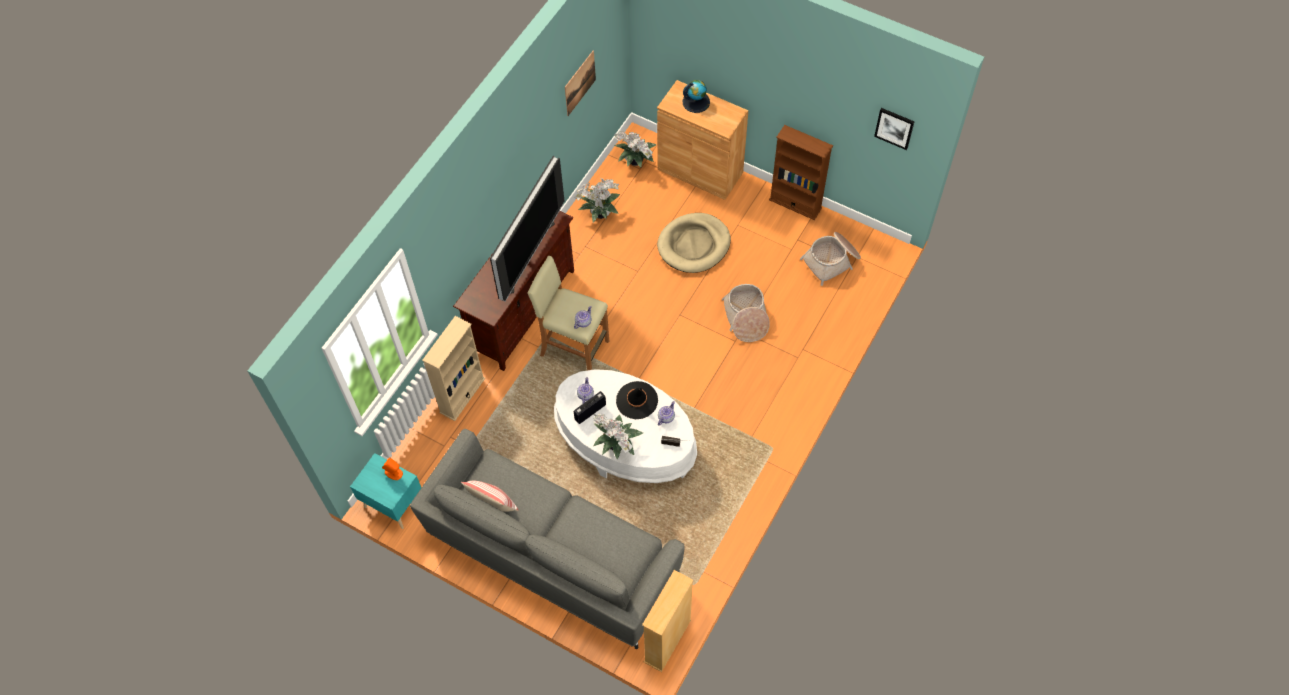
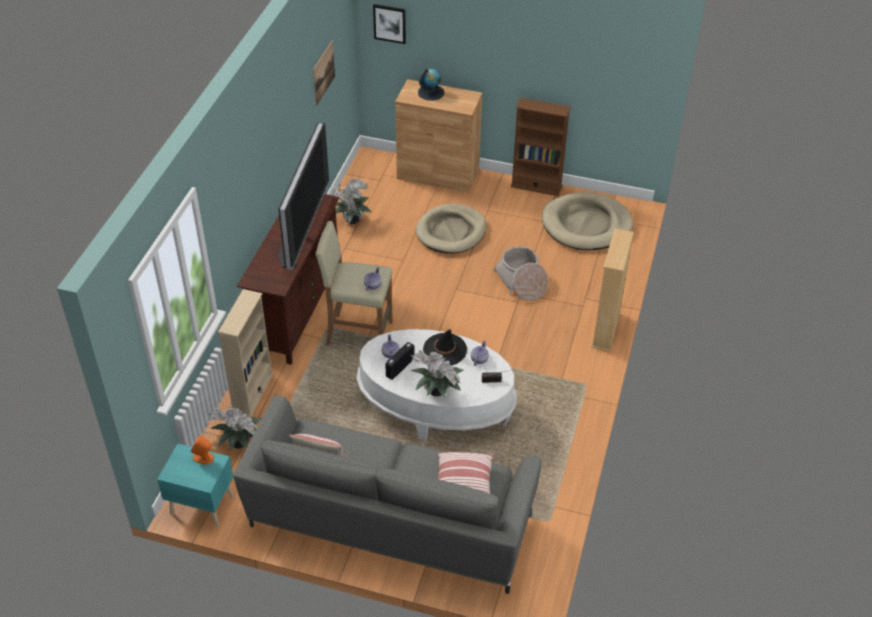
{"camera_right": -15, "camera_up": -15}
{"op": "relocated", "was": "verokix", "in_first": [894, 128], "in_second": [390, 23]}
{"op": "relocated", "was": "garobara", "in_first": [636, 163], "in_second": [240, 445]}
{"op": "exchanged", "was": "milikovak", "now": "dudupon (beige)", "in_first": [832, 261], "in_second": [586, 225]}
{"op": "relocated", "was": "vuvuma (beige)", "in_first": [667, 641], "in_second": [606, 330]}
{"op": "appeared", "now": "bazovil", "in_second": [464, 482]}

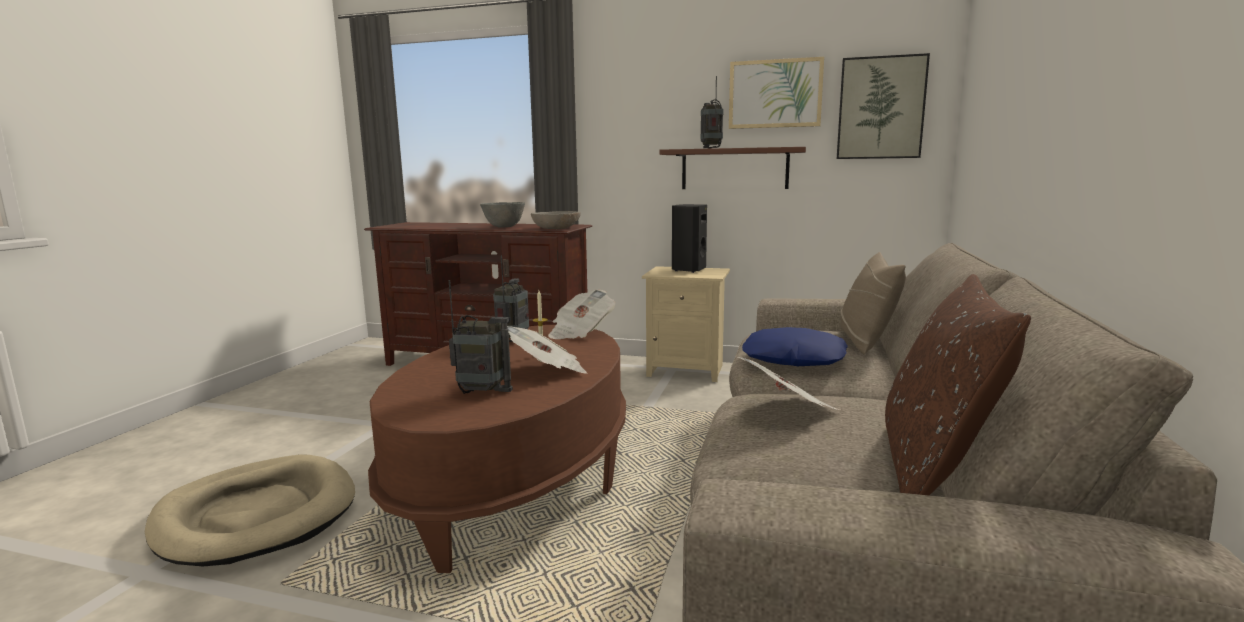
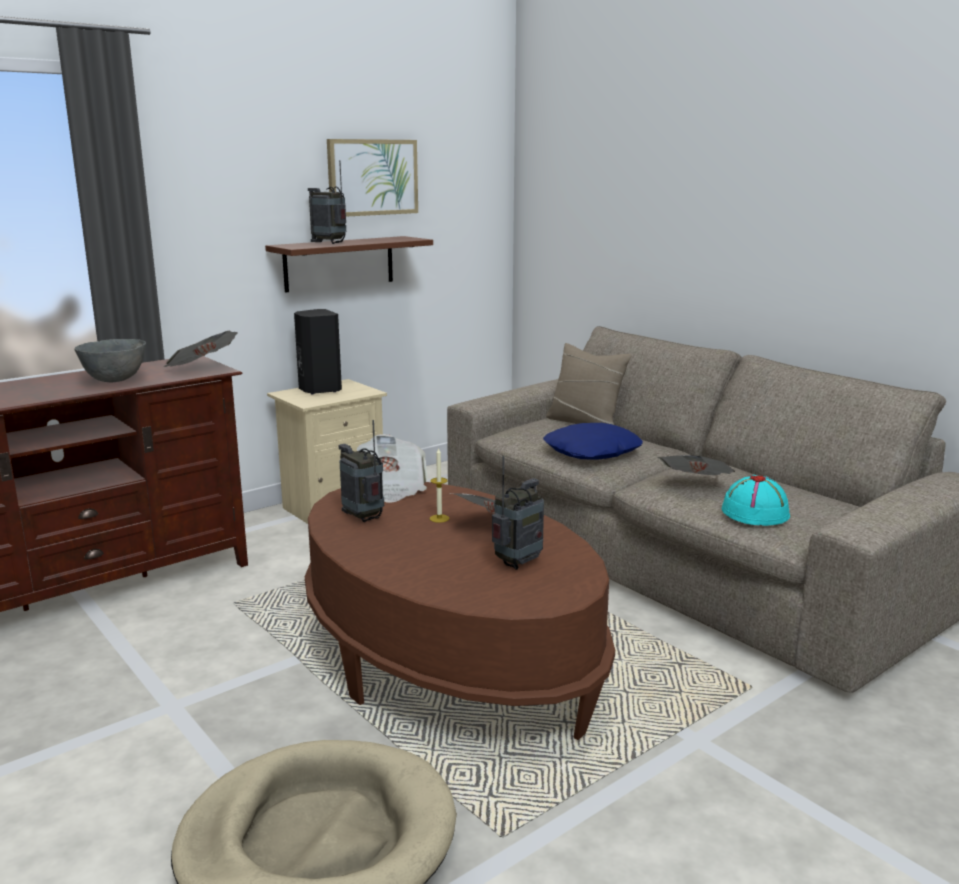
{"camera_right": -55, "camera_up": 5}
{"op": "missing", "was": "verokix", "in_first": [881, 108]}
{"op": "exchanged", "was": "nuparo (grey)", "now": "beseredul", "in_first": [556, 228], "in_second": [202, 369]}
{"op": "missing", "was": "bazovil (brown)", "in_first": [934, 471]}
{"op": "appeared", "now": "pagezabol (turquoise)", "in_second": [755, 512]}

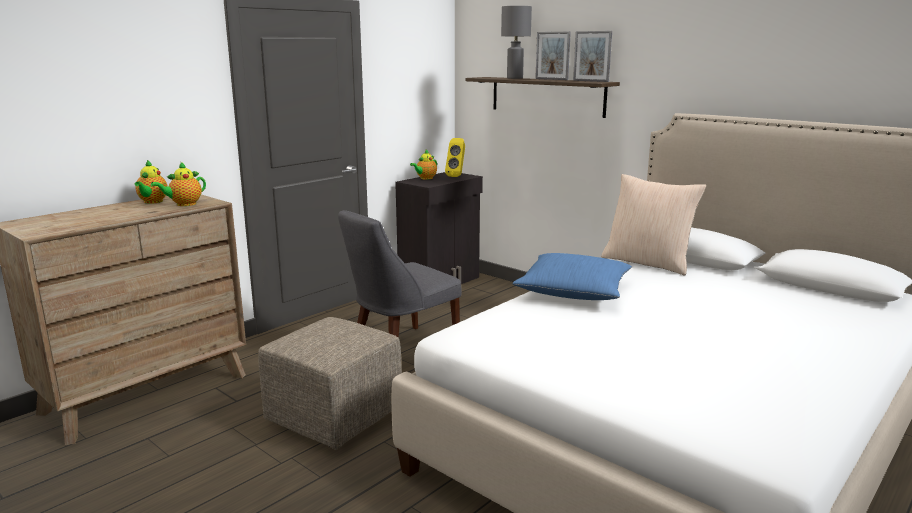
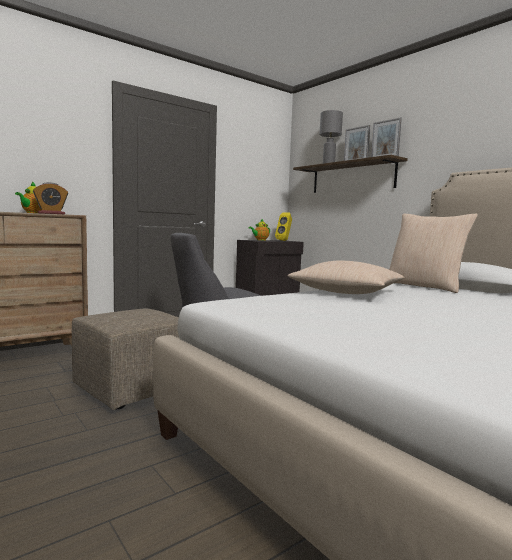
{"camera_right": 10, "camera_up": -10}
{"op": "exchanged", "was": "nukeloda", "now": "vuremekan", "in_first": [184, 204], "in_second": [51, 213]}
{"op": "colour", "was": "bazovil (blue)", "now": "bazovil (beige)", "in_first": [574, 291], "in_second": [347, 292]}

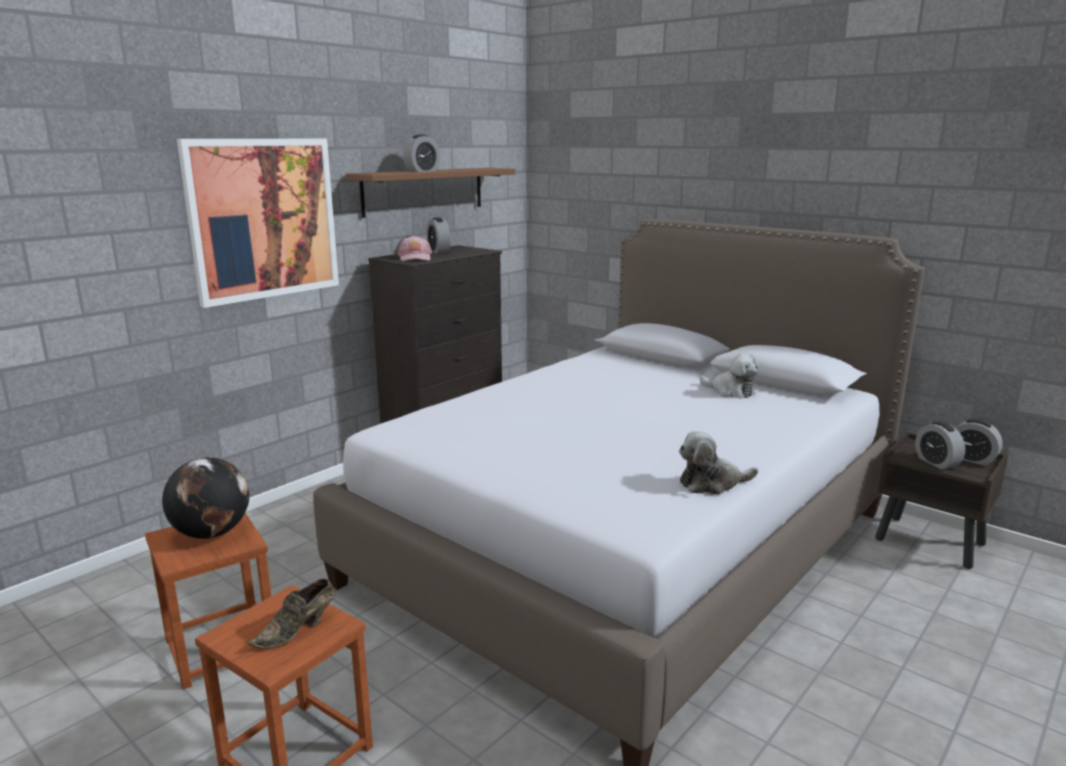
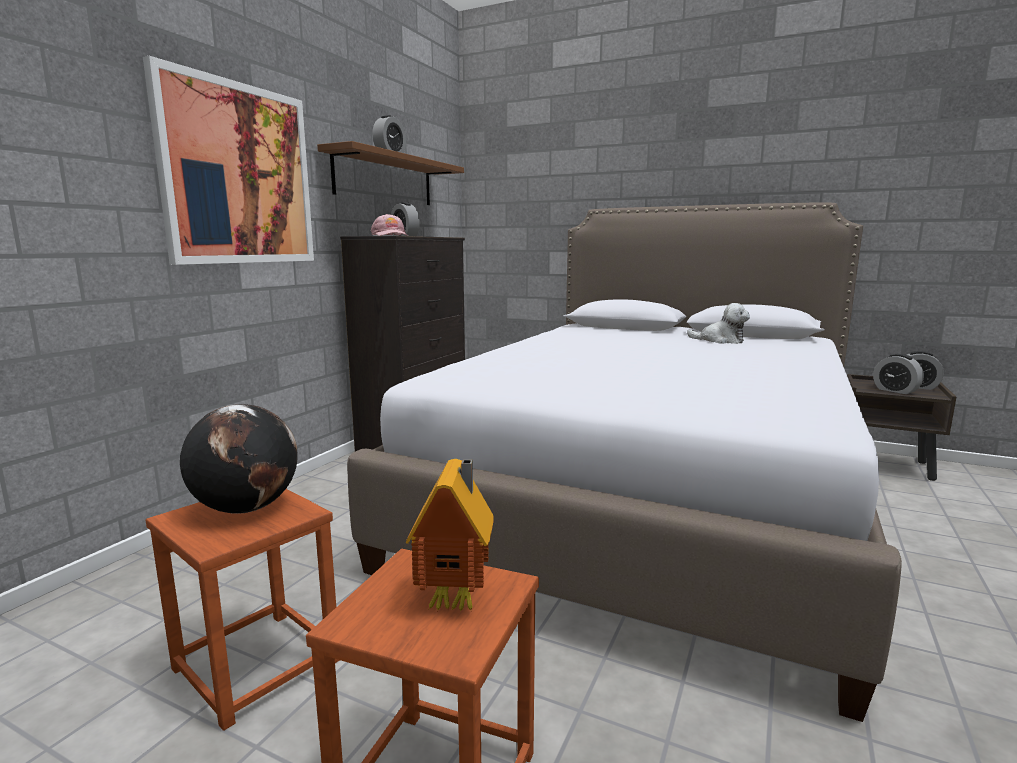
{"camera_right": -15, "camera_up": -5}
{"op": "missing", "was": "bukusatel", "in_first": [712, 483]}
{"op": "exchanged", "was": "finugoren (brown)", "now": "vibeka", "in_first": [298, 630], "in_second": [457, 599]}

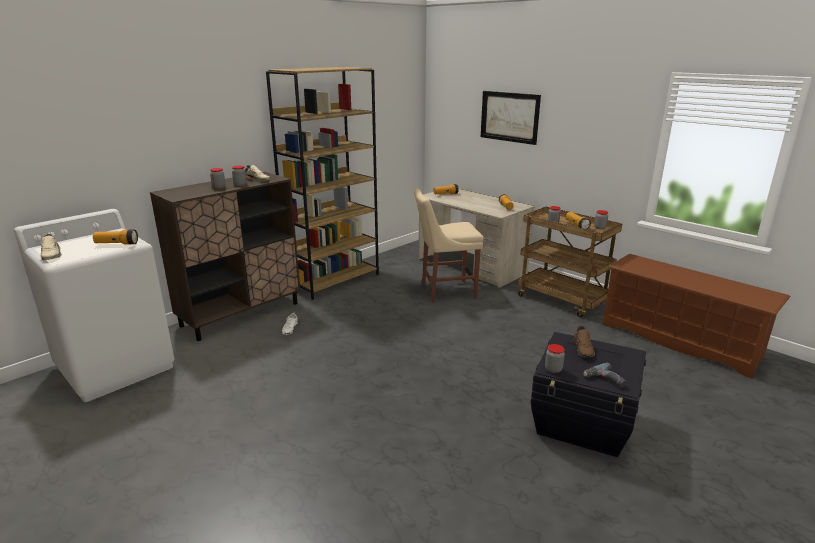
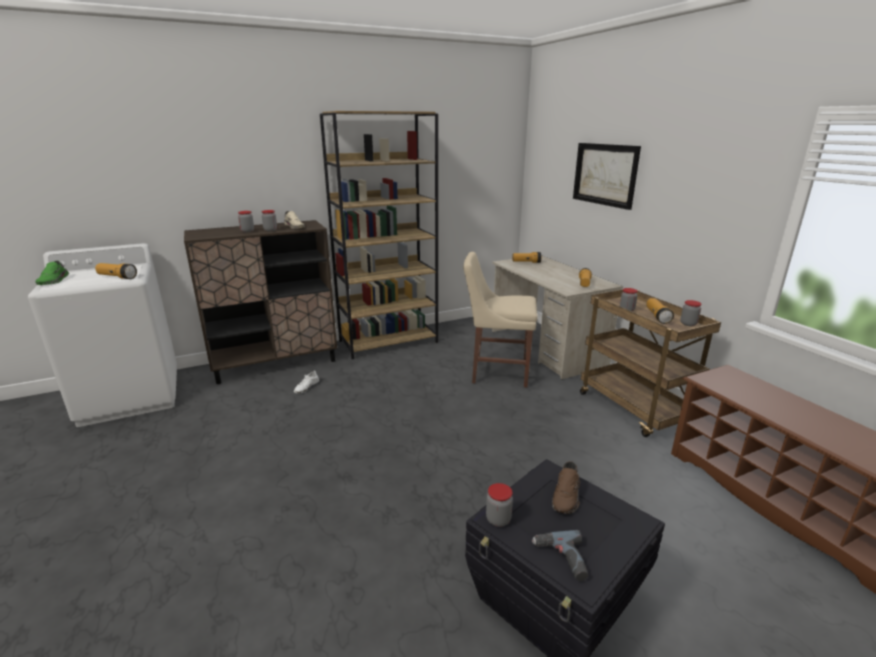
{"camera_right": 20, "camera_up": 0}
{"op": "colour", "was": "finugoren (beige)", "now": "finugoren (green)", "in_first": [52, 255], "in_second": [55, 281]}

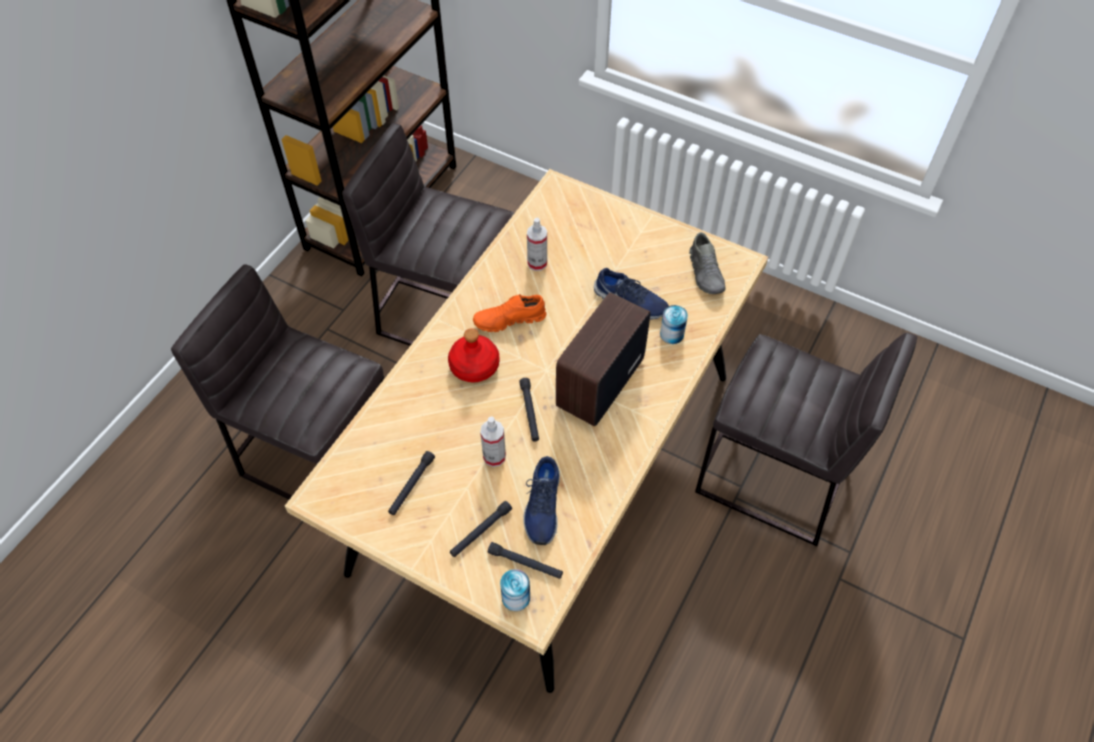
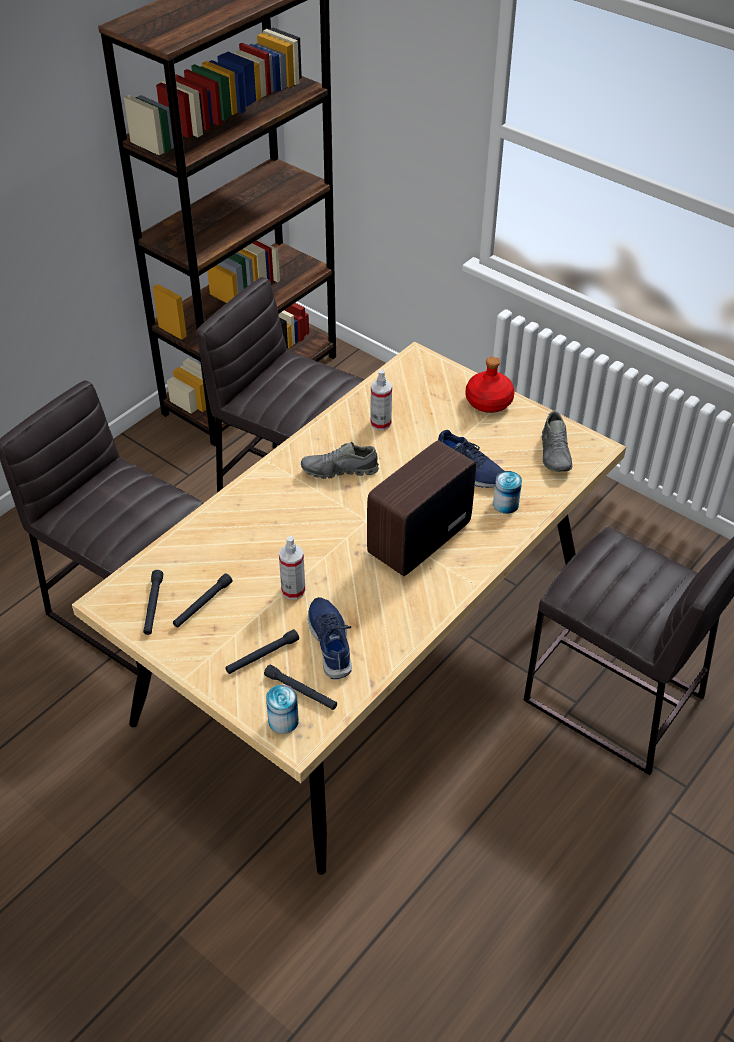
{"camera_right": 10, "camera_up": -10}
{"op": "colour", "was": "finugoren (orange)", "now": "finugoren (grey)", "in_first": [509, 320], "in_second": [339, 470]}
{"op": "relocated", "was": "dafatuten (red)", "in_first": [474, 366], "in_second": [488, 401]}
{"op": "relocated", "was": "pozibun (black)", "in_first": [530, 412], "in_second": [153, 606]}
{"op": "spun", "was": "finugoren (blue)", "in_first": [542, 506], "in_second": [331, 642], "clockwise": 150}

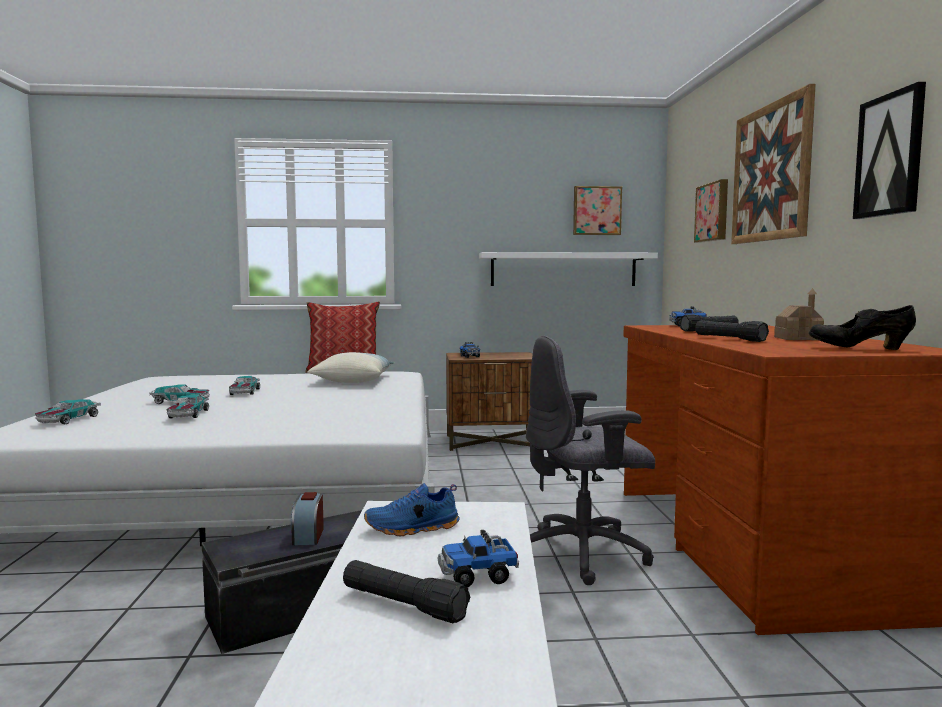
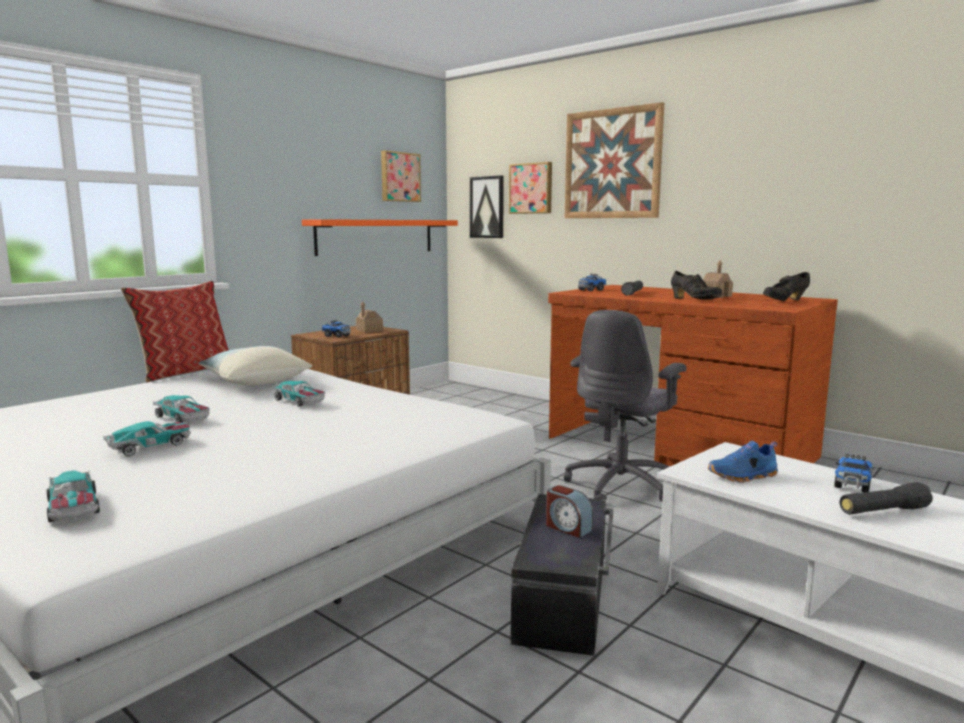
{"camera_right": -45, "camera_up": 5}
{"op": "relocated", "was": "verokix", "in_first": [890, 155], "in_second": [487, 207]}
{"op": "colour", "was": "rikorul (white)", "now": "rikorul (orange)", "in_first": [563, 269], "in_second": [376, 236]}
{"op": "exchanged", "was": "pozibun (black)", "now": "finugoren (black)", "in_first": [729, 339], "in_second": [694, 300]}
{"op": "relocated", "was": "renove", "in_first": [188, 414], "in_second": [299, 401]}
{"op": "spun", "was": "finugoren (blue)", "in_first": [413, 528], "in_second": [743, 476], "clockwise": 45}
{"op": "appeared", "now": "vibeka", "in_second": [369, 330]}

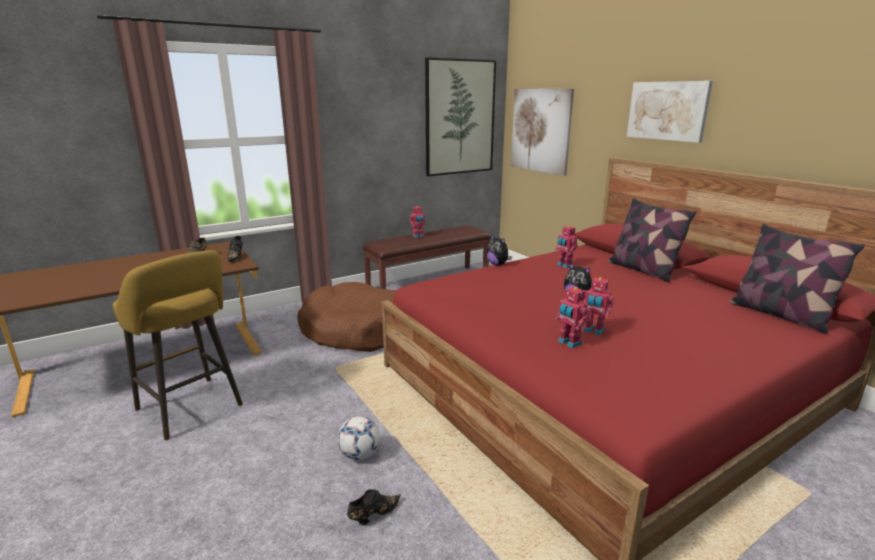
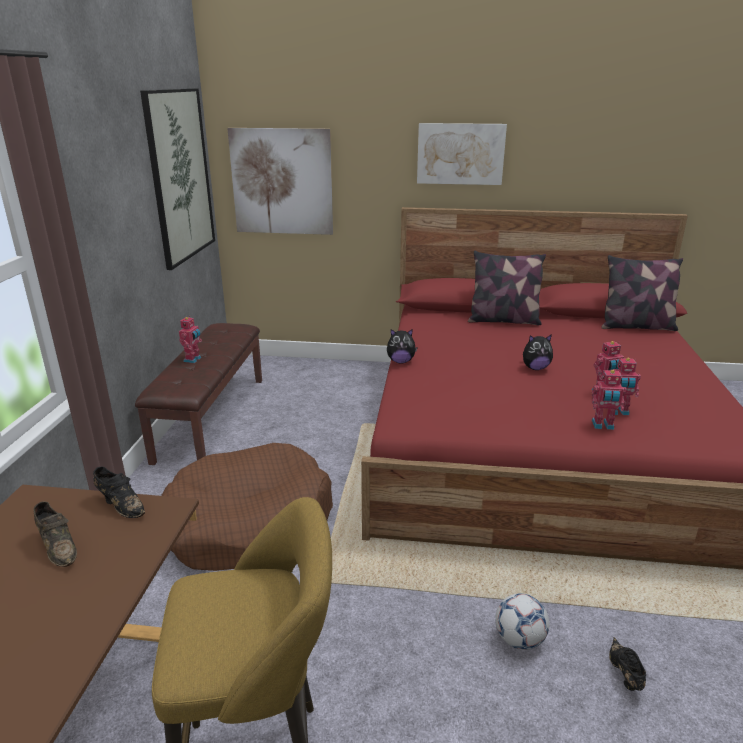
{"camera_right": -50, "camera_up": 5}
{"op": "relocated", "was": "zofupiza", "in_first": [564, 265], "in_second": [603, 425]}

